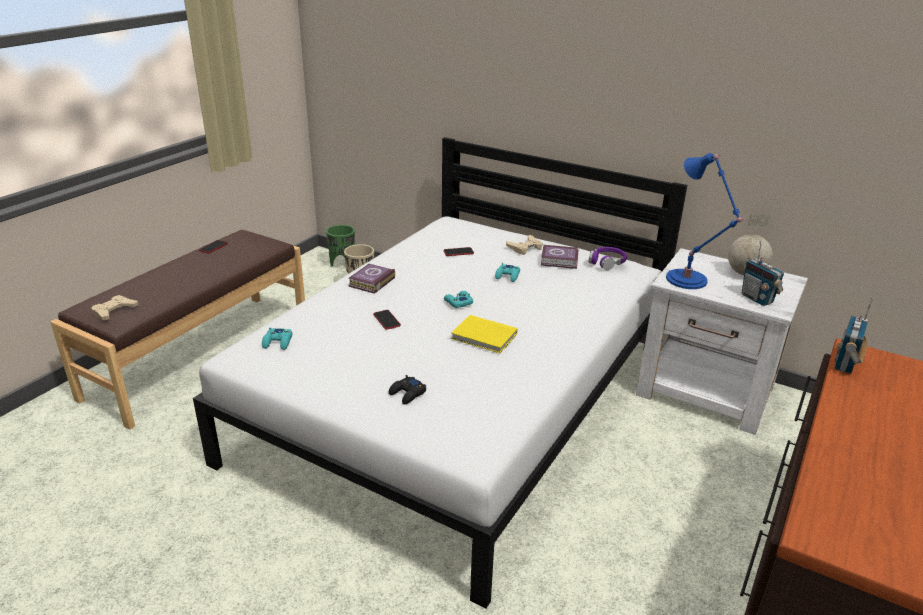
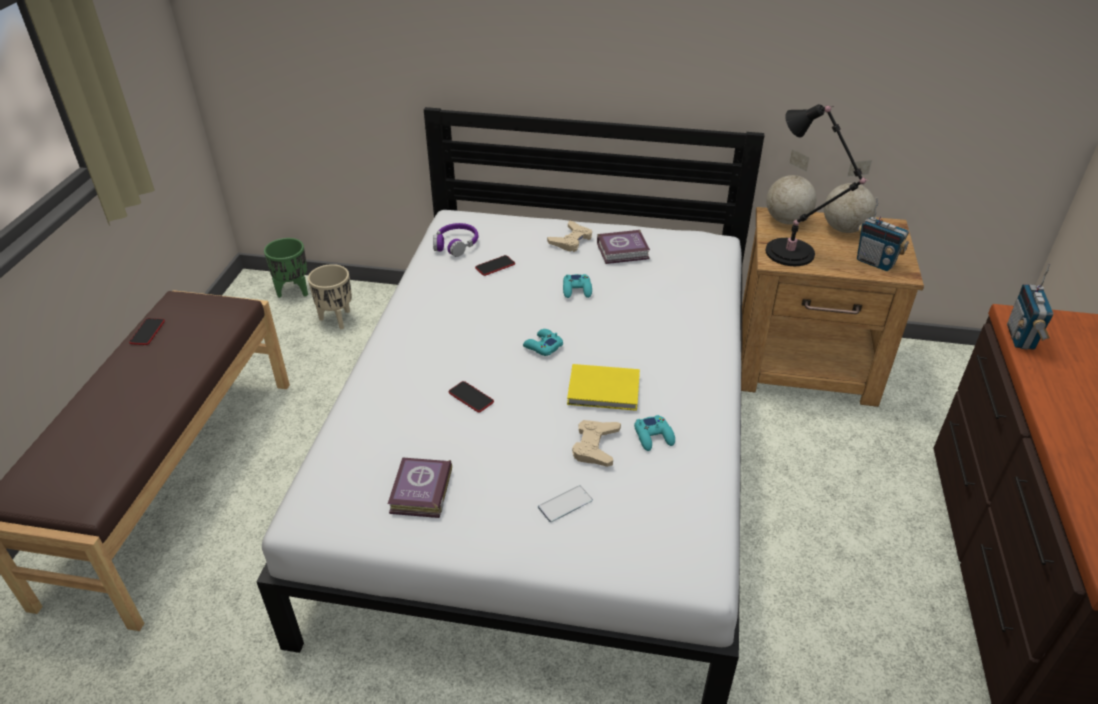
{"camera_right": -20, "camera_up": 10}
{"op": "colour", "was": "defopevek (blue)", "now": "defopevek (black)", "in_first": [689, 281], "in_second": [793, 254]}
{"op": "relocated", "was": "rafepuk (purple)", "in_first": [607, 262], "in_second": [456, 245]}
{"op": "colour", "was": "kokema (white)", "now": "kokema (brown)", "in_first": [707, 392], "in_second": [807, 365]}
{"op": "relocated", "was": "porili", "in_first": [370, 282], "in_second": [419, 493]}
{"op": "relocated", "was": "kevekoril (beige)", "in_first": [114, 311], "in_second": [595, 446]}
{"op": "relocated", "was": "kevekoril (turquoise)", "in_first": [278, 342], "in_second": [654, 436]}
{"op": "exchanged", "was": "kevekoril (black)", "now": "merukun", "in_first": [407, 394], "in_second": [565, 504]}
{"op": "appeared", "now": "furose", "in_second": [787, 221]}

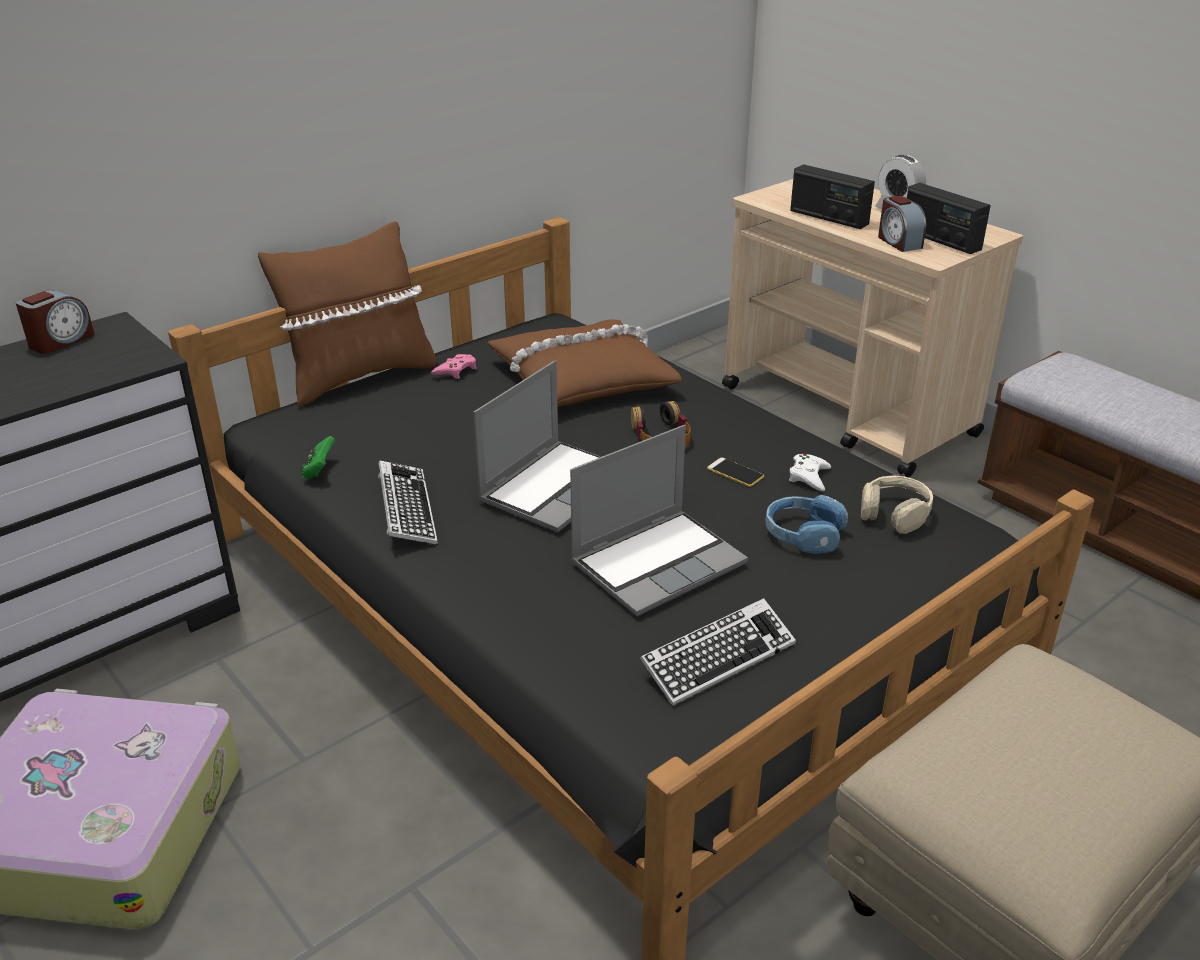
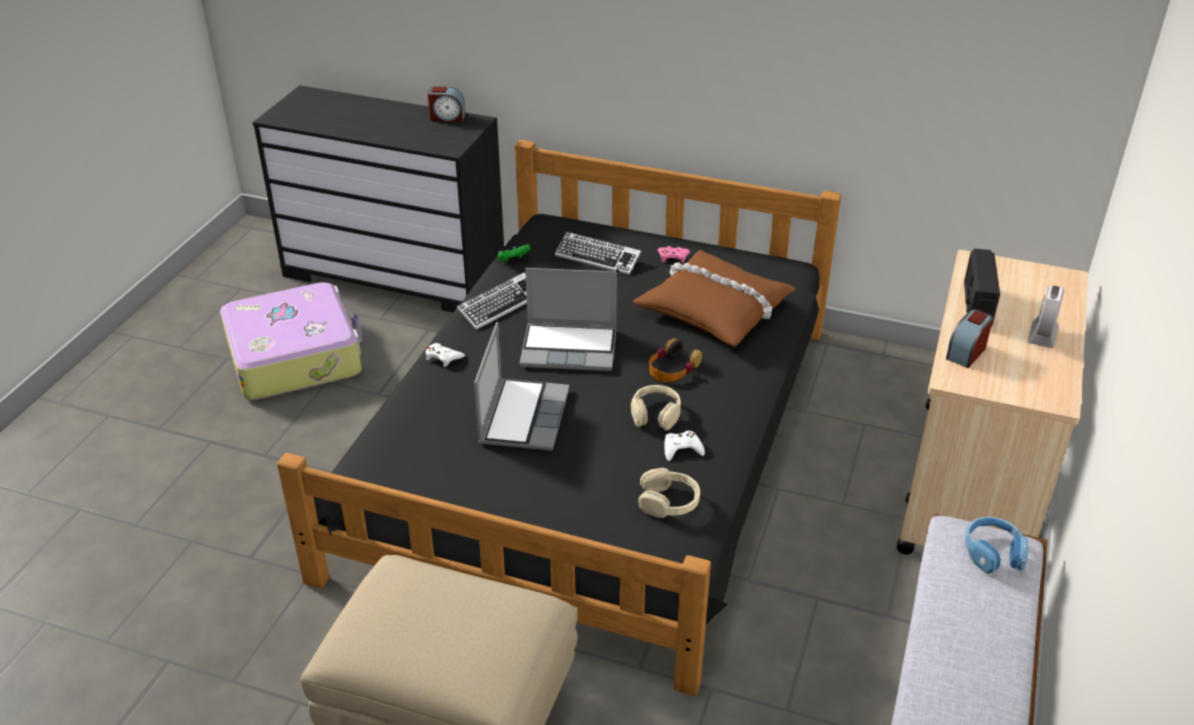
{"camera_right": 60, "camera_up": 5}
{"op": "missing", "was": "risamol", "in_first": [940, 240]}
{"op": "missing", "was": "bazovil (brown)", "in_first": [359, 377]}
{"op": "spun", "was": "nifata", "in_first": [658, 563], "in_second": [523, 415], "clockwise": -105}
{"op": "exchanged", "was": "merukun", "now": "rafepuk (beige)", "in_first": [735, 473], "in_second": [655, 414]}
{"op": "relocated", "was": "rafepuk (blue)", "in_first": [803, 534], "in_second": [993, 552]}
{"op": "relocated", "was": "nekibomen", "in_first": [718, 658], "in_second": [597, 258]}
{"op": "appeared", "now": "kevekoril (white)", "in_second": [443, 357]}

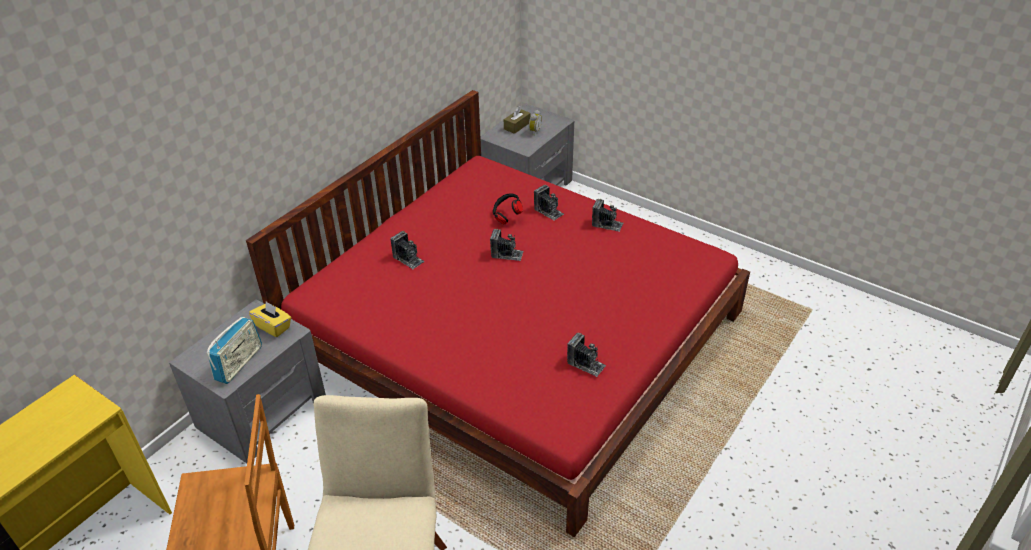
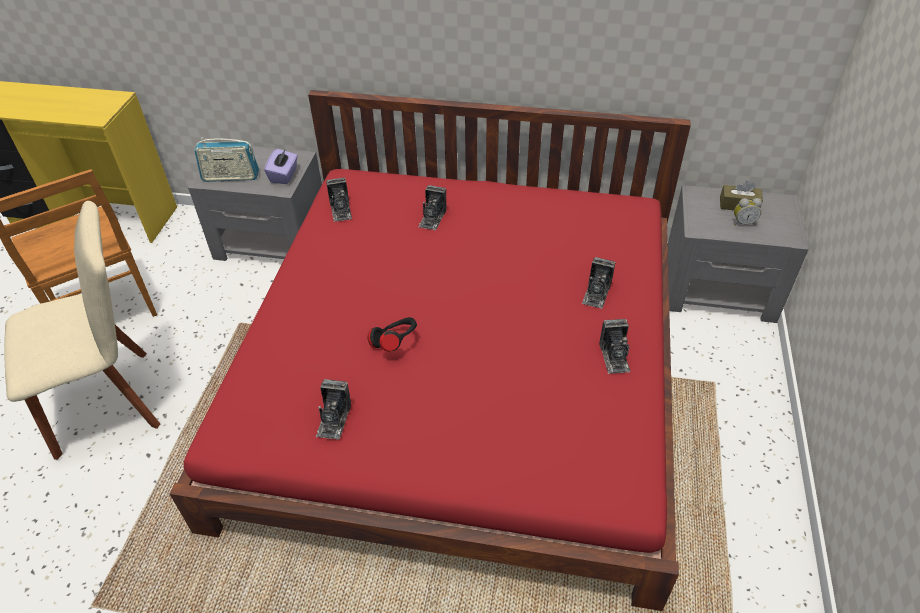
{"camera_right": 65, "camera_up": 5}
{"op": "relocated", "was": "rafepuk (black)", "in_first": [506, 216], "in_second": [395, 343]}
{"op": "relocated", "was": "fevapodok", "in_first": [507, 254], "in_second": [341, 210]}
{"op": "colour", "was": "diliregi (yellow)", "now": "diliregi (purple)", "in_first": [273, 327], "in_second": [284, 175]}

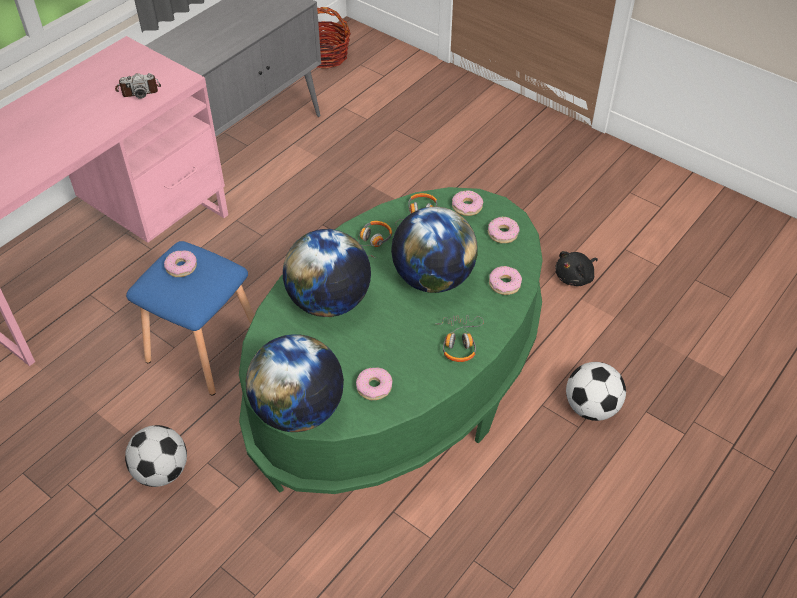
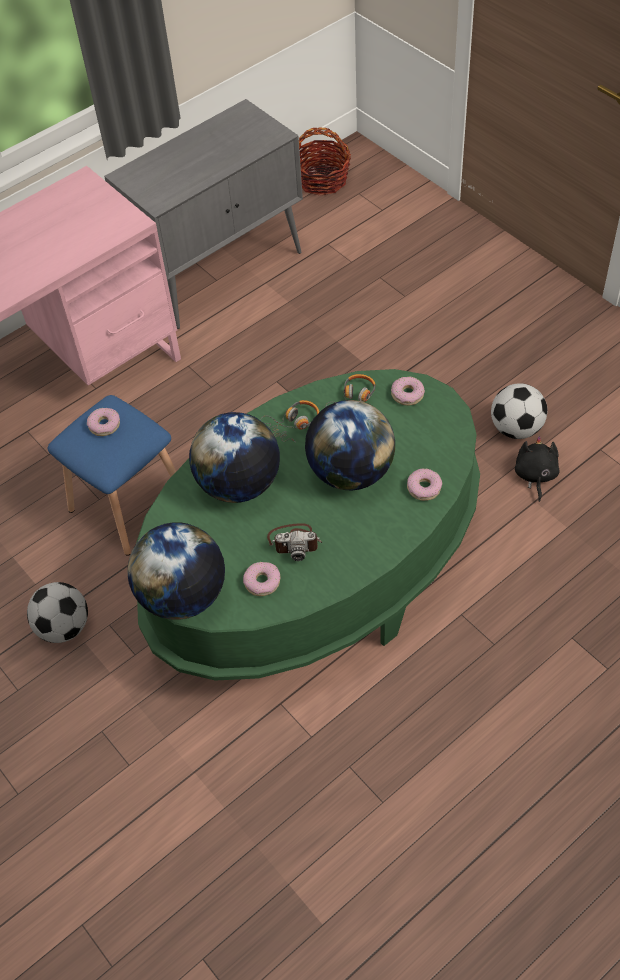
{"camera_right": 15, "camera_up": 5}
{"op": "relocated", "was": "fevapodok", "in_first": [138, 90], "in_second": [295, 541]}
{"op": "missing", "was": "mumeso", "in_first": [502, 233]}
{"op": "spun", "was": "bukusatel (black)", "in_first": [575, 277], "in_second": [535, 475], "clockwise": 120}
{"op": "missing", "was": "rafepuk", "in_first": [459, 342]}
{"op": "relocated", "was": "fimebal", "in_first": [591, 407], "in_second": [516, 428]}

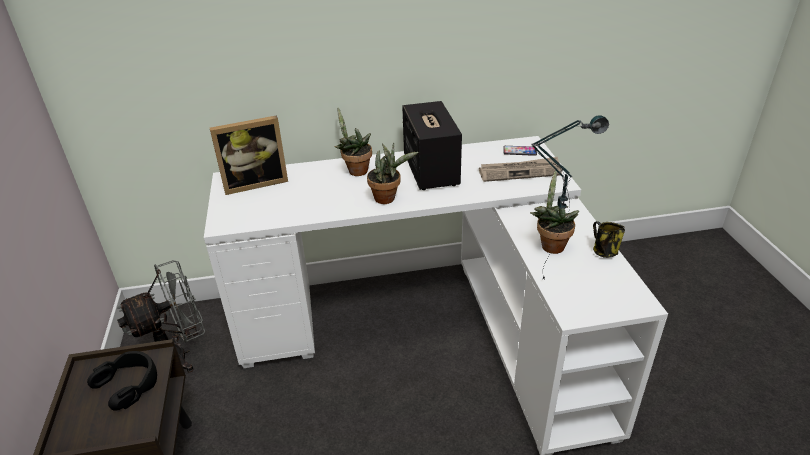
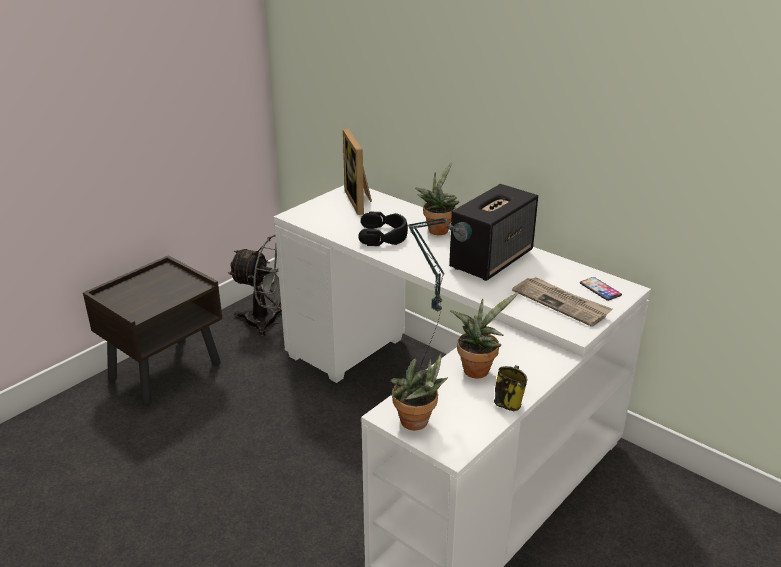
{"camera_right": 50, "camera_up": -5}
{"op": "spun", "was": "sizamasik", "in_first": [255, 183], "in_second": [360, 201], "clockwise": 45}
{"op": "relocated", "was": "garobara", "in_first": [388, 198], "in_second": [417, 424]}
{"op": "relocated", "was": "rafepuk (black)", "in_first": [129, 384], "in_second": [383, 235]}

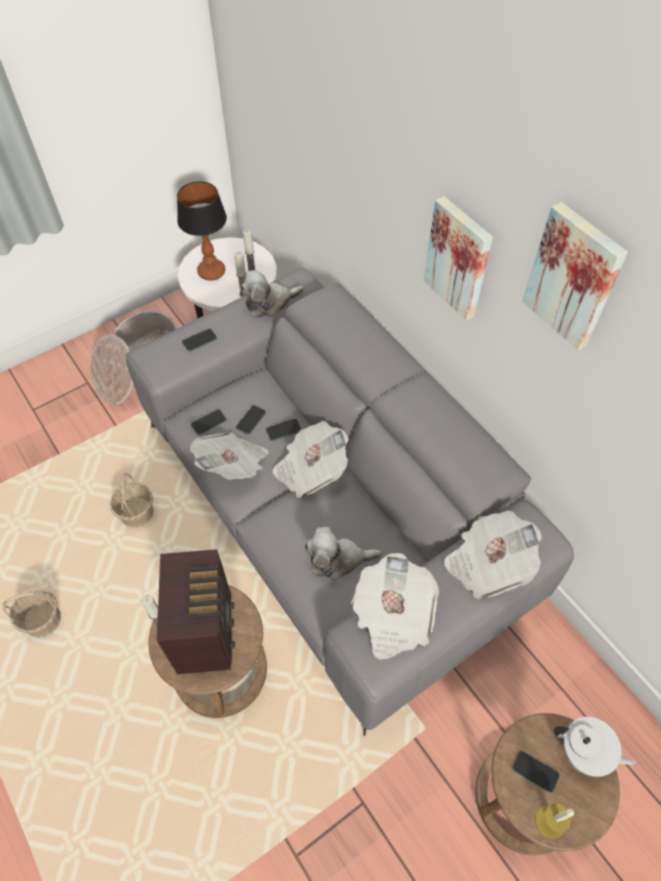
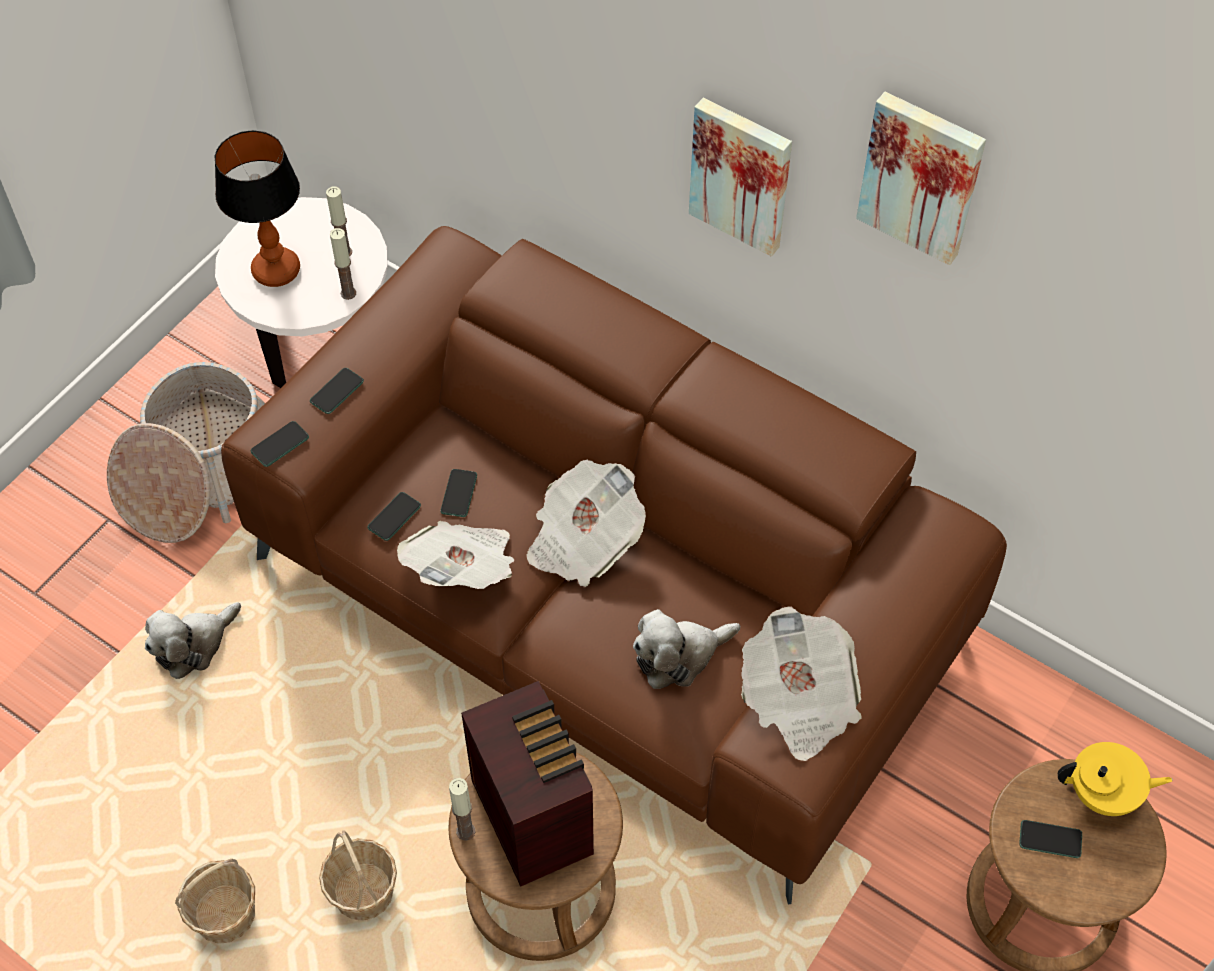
{"camera_right": -20, "camera_up": 0}
{"op": "colour", "was": "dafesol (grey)", "now": "dafesol (brown)", "in_first": [332, 509], "in_second": [609, 598]}
{"op": "relocated", "was": "bukusatel", "in_first": [270, 303], "in_second": [194, 645]}
{"op": "relocated", "was": "merukun", "in_first": [283, 430], "in_second": [280, 444]}
{"op": "relocated", "was": "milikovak", "in_first": [137, 513], "in_second": [363, 891]}
{"op": "missing", "was": "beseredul", "in_first": [487, 564]}
{"op": "colour", "was": "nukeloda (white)", "now": "nukeloda (yellow)", "in_first": [585, 752], "in_second": [1103, 794]}
{"op": "missing", "was": "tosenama", "in_first": [550, 821]}

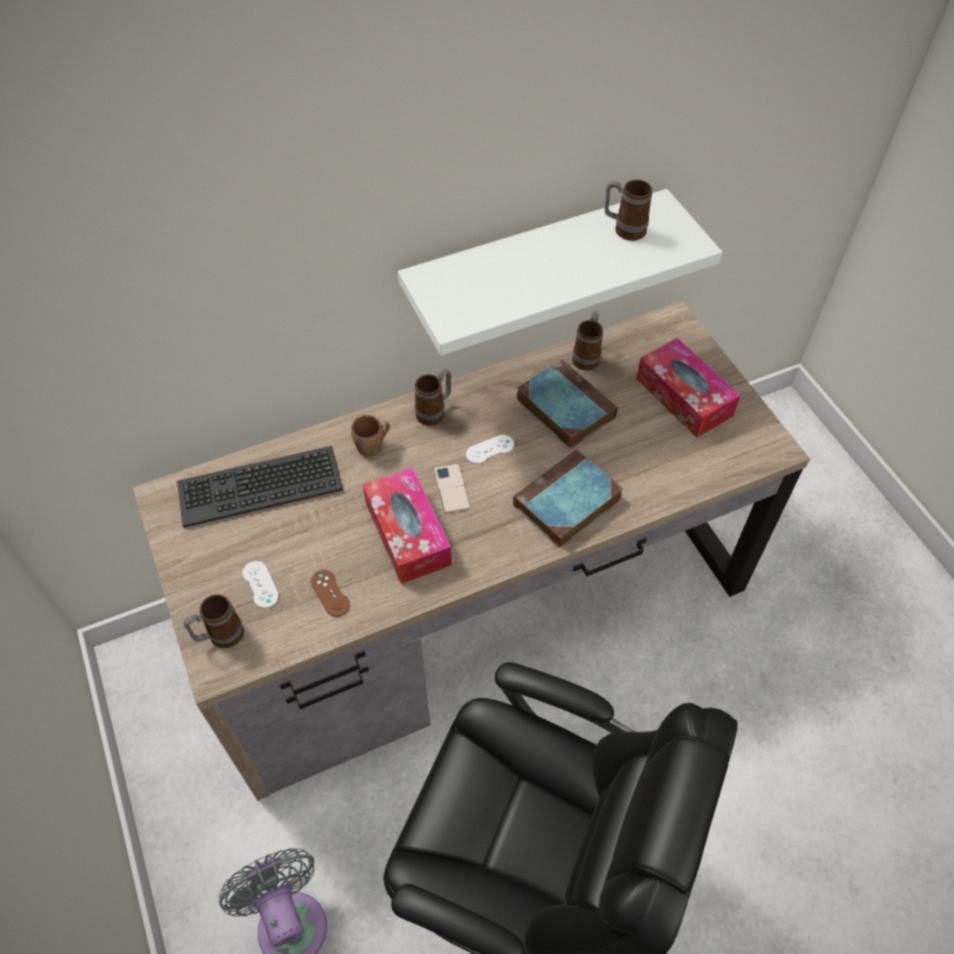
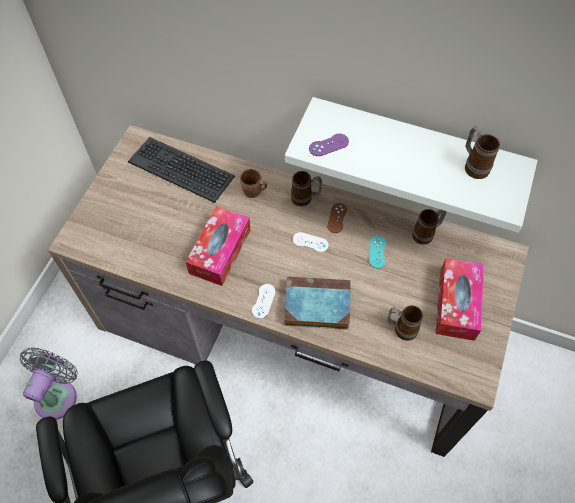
{"camera_right": 45, "camera_up": 5}
{"op": "exchanged", "was": "porili", "now": "kevekoril (turquoise)", "in_first": [563, 407], "in_second": [377, 252]}
{"op": "missing", "was": "merukun", "in_first": [451, 488]}
{"op": "relocated", "was": "kevekoril (white)", "in_first": [260, 584], "in_second": [263, 301]}
{"op": "relocated", "was": "kevekoril (brown)", "in_first": [330, 593], "in_second": [337, 218]}
{"op": "relocated", "was": "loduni", "in_first": [220, 636], "in_second": [401, 329]}
{"op": "appeared", "now": "kevekoril (purple)", "in_second": [328, 145]}

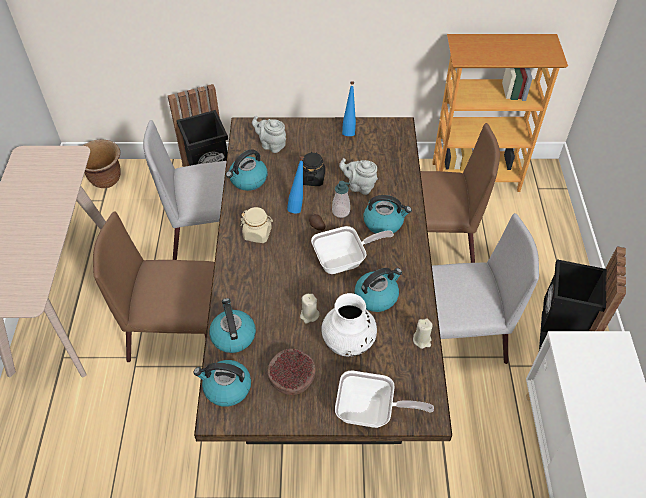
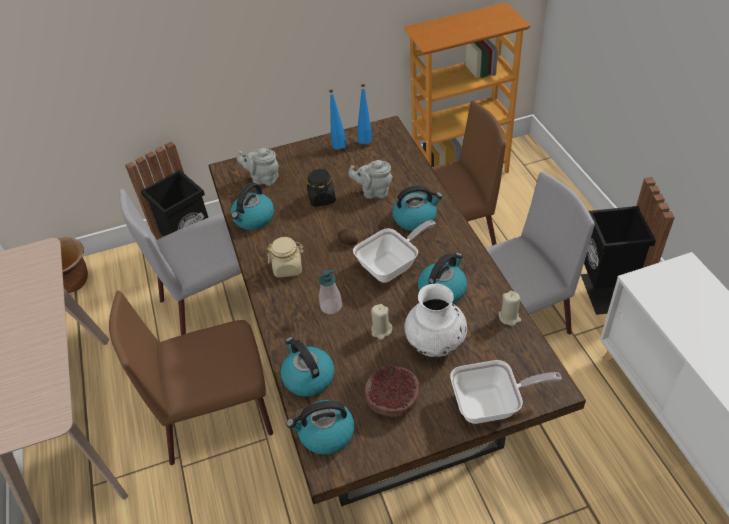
{"camera_right": -15, "camera_up": -5}
{"op": "relocated", "was": "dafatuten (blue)", "in_first": [297, 205], "in_second": [365, 138]}
{"op": "relocated", "was": "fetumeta", "in_first": [341, 211], "in_second": [331, 306]}

